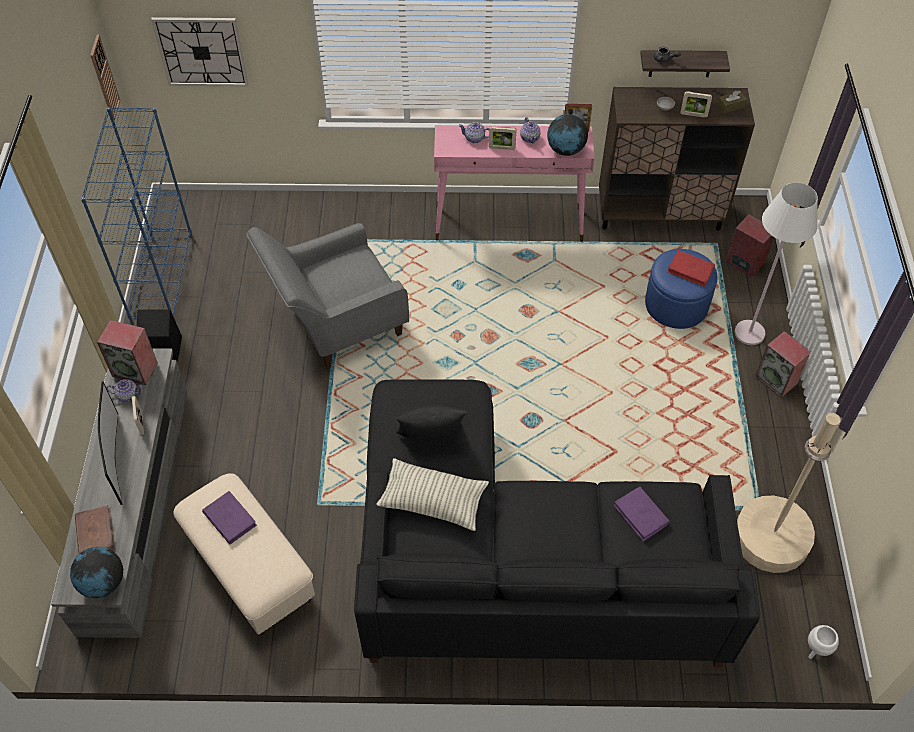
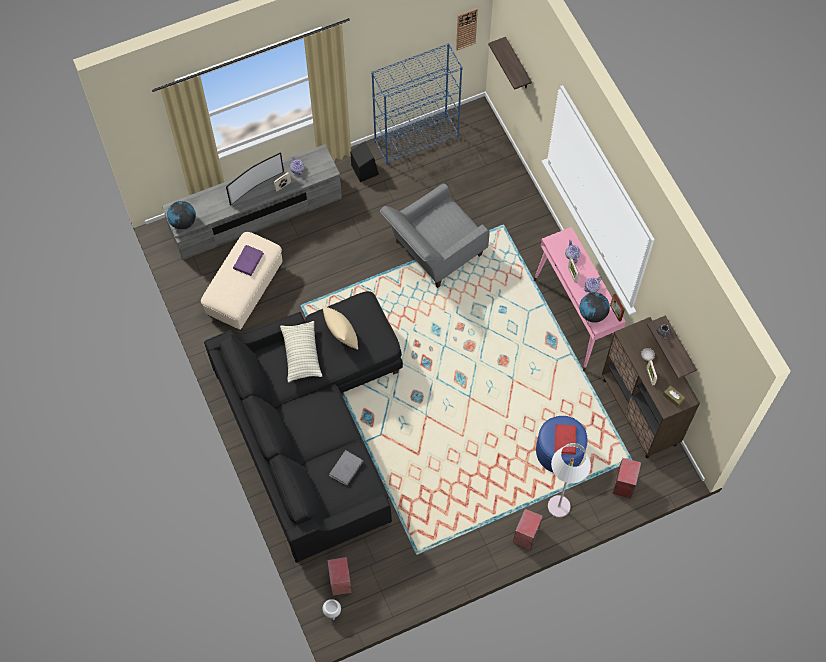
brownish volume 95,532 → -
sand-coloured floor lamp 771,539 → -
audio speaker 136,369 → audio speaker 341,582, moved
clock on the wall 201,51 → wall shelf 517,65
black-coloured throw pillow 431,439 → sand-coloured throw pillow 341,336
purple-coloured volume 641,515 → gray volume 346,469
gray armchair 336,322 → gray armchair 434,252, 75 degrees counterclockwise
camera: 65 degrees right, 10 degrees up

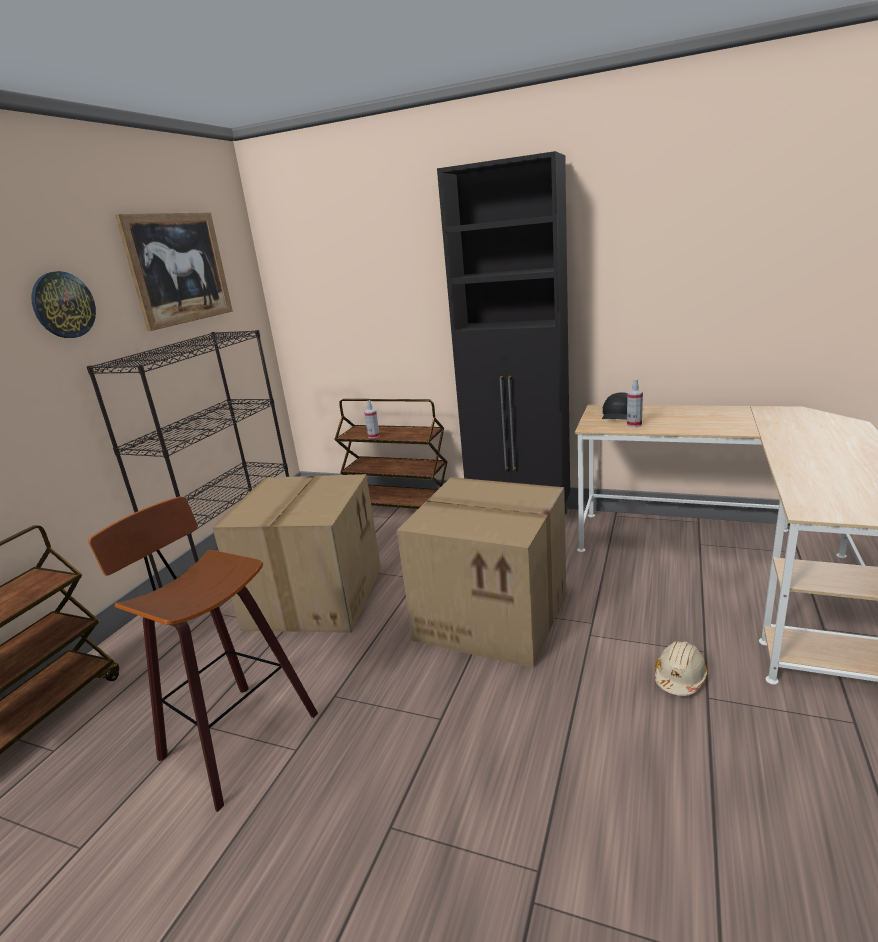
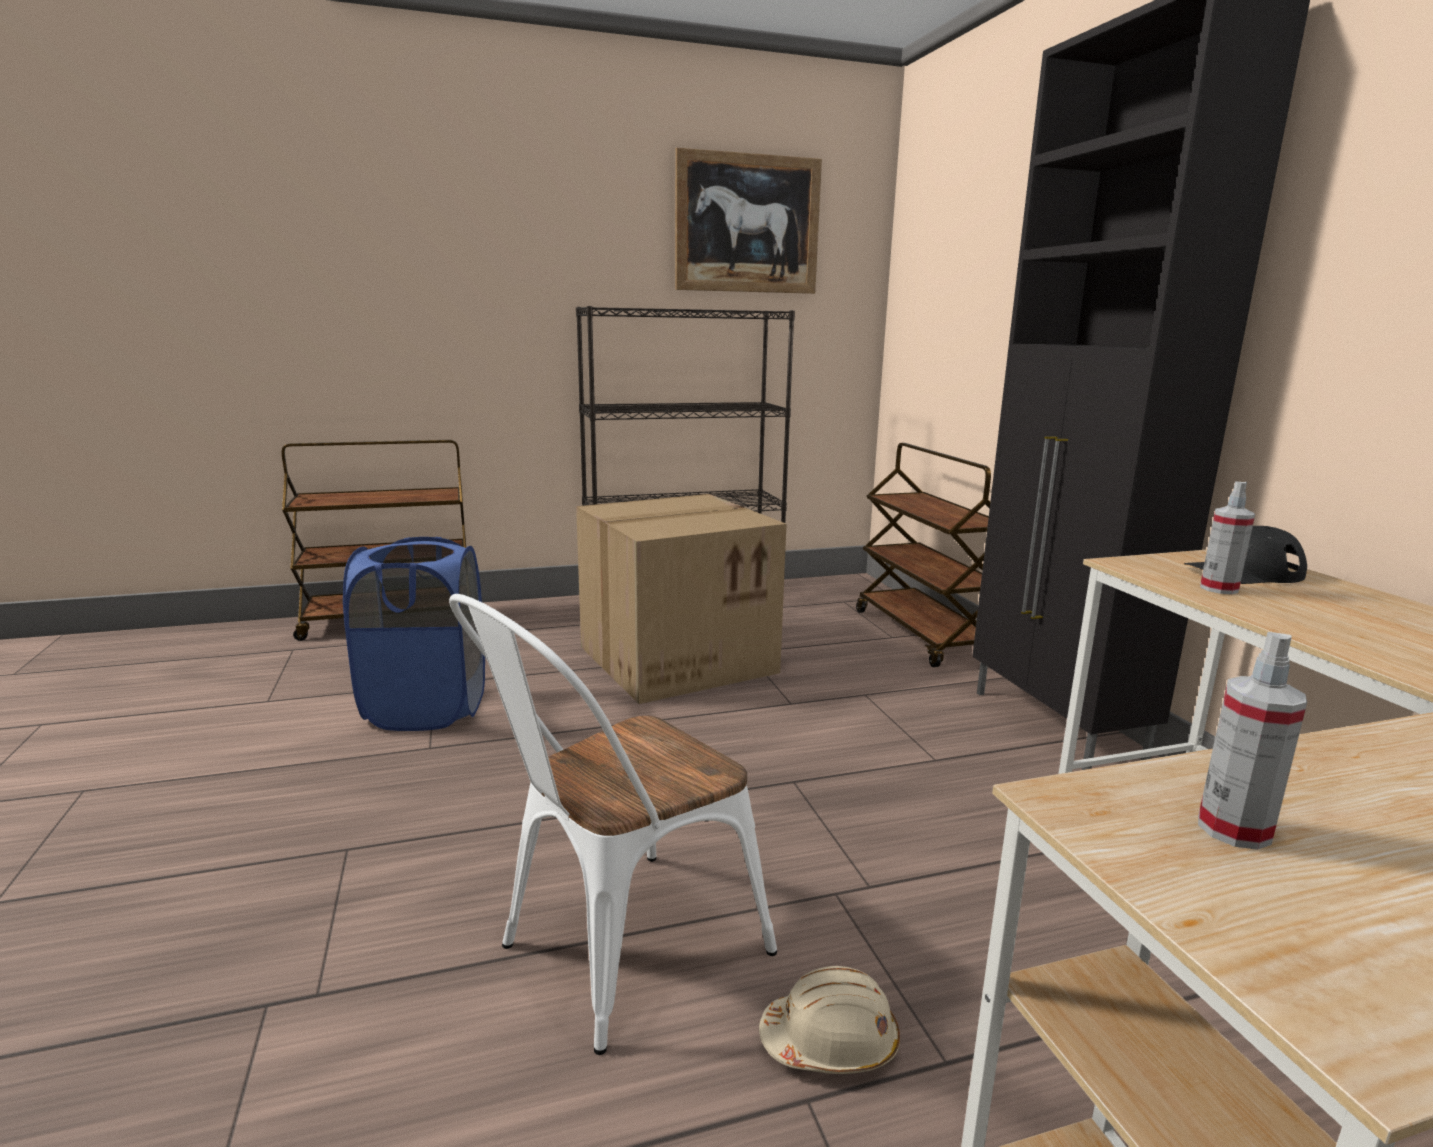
clock on the wall 63,305 → -
packing box 494,614 → -
- → whitish chair 616,954
spray bottle 374,436 → spray bottle 1233,829, moved
sitting stool 233,737 → blue-coloured washing basket 427,708
camera: 50 degrees right, 5 degrees down

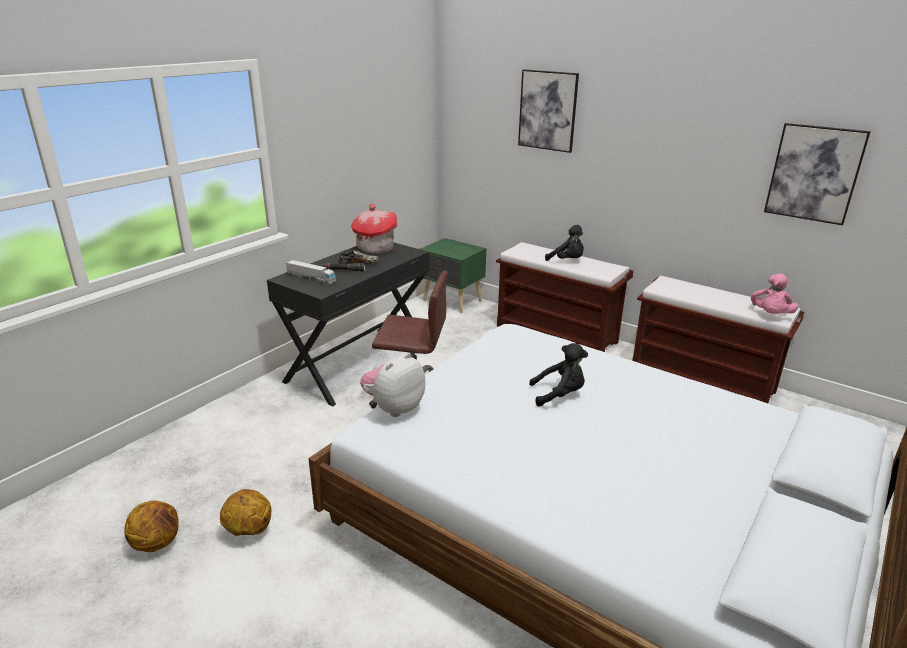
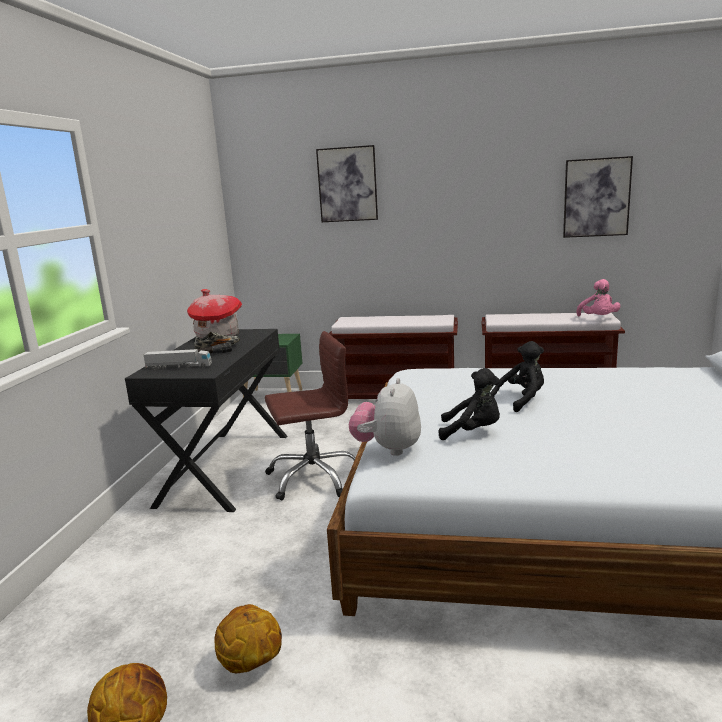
black-coloured plush toy 567,261 → black-coloured plush toy 472,432, moved
camera: 25 degrees left, 10 degrees down

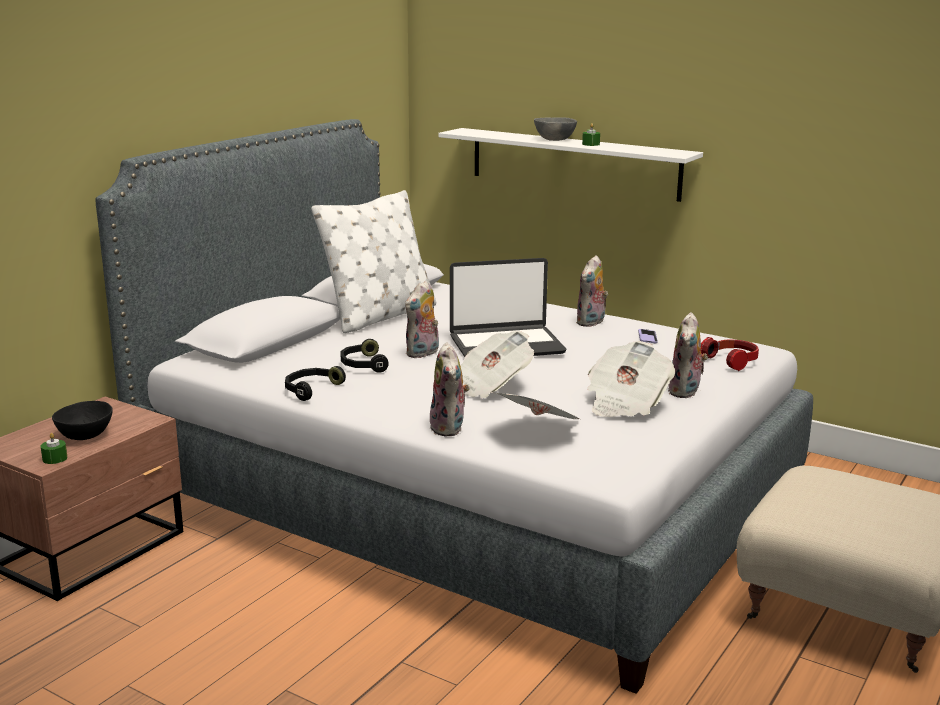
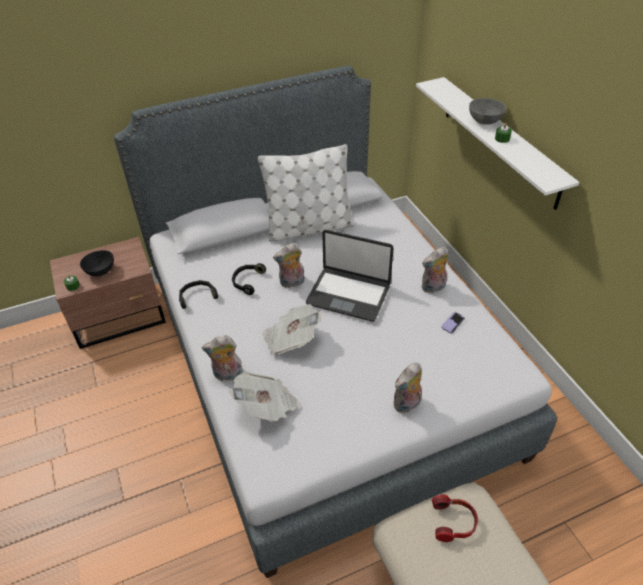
daily paper 625,403 → -
headset 732,361 → headset 454,522, moved
plush toy 450,428 → plush toy 227,375, 60 degrees clockwise
camera: 35 degrees right, 25 degrees up

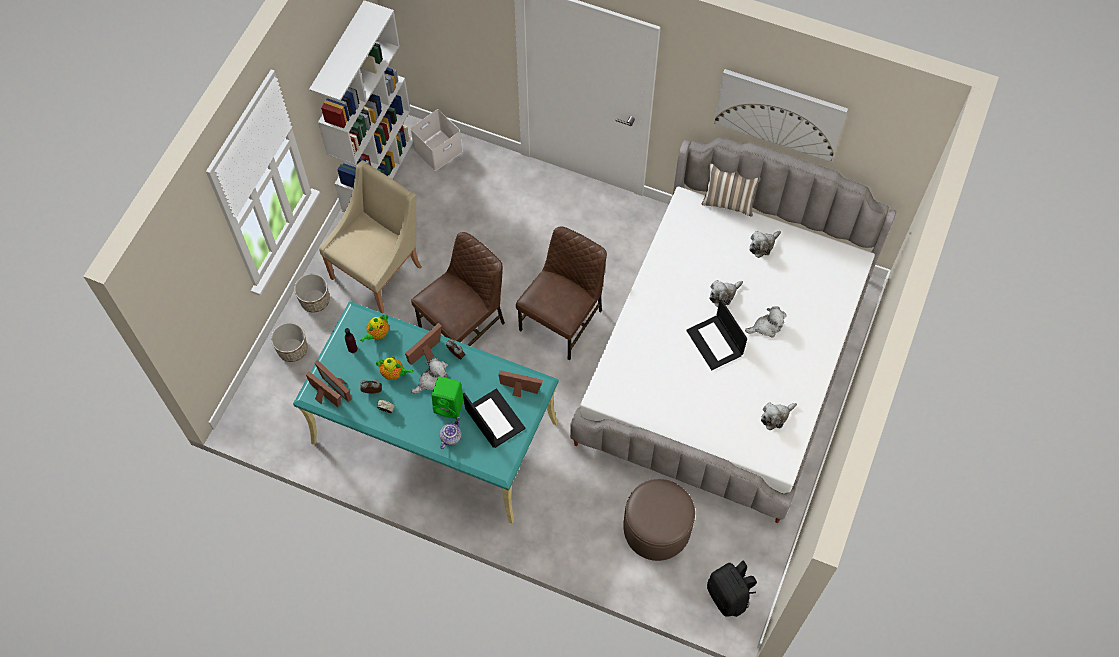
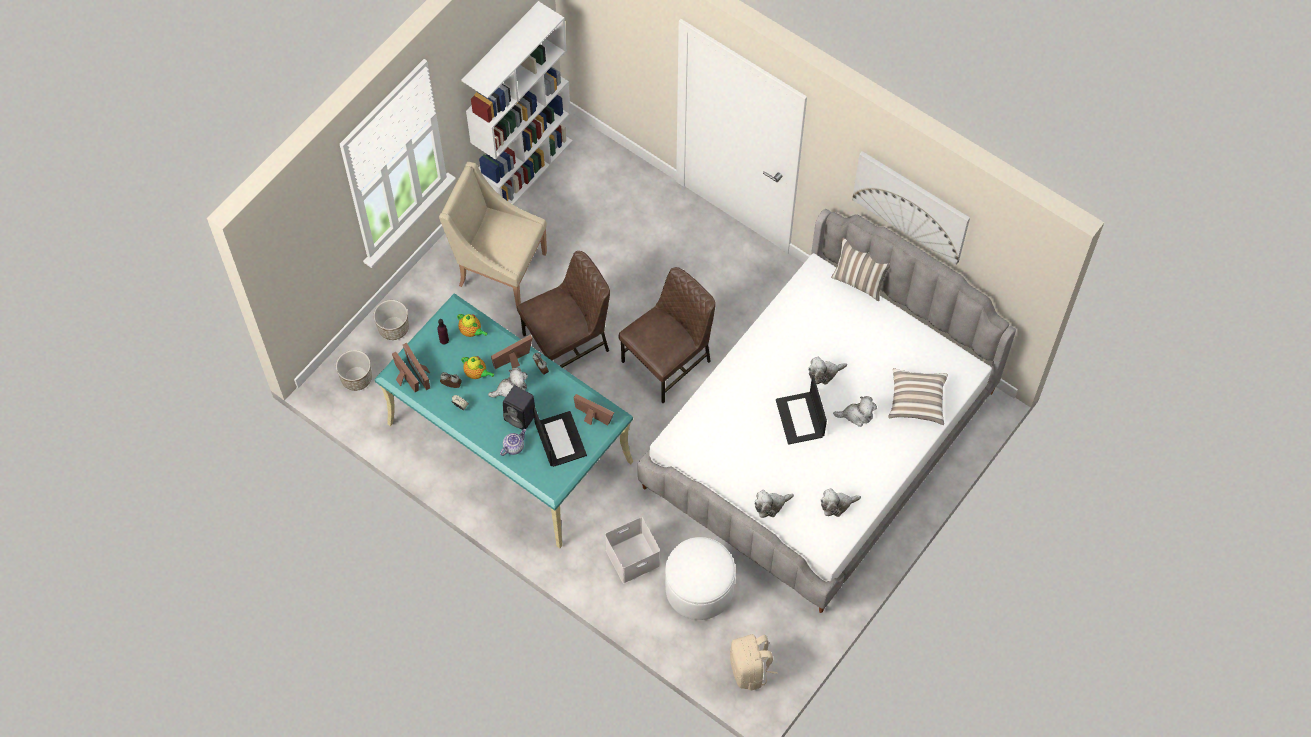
- → throw pillow 916,401
planter 315,301 → planter 356,378, moved
whitish storage container 437,151 → whitish storage container 632,559, moved
plush toy 763,245 → plush toy 770,505, moved
green audio speaker 450,406 → black-coloured audio speaker 521,417
brownish pouffe 656,528 → whitish pouffe 699,588
black-coloured knapsack 729,596 → sand-coloured knapsack 750,670
sand-coloured armchair 379,271 → sand-coloured armchair 499,269, 120 degrees counterclockwise
teapot 377,334 → teapot 471,331, 105 degrees counterclockwise
camera: 15 degrees right, 0 degrees up

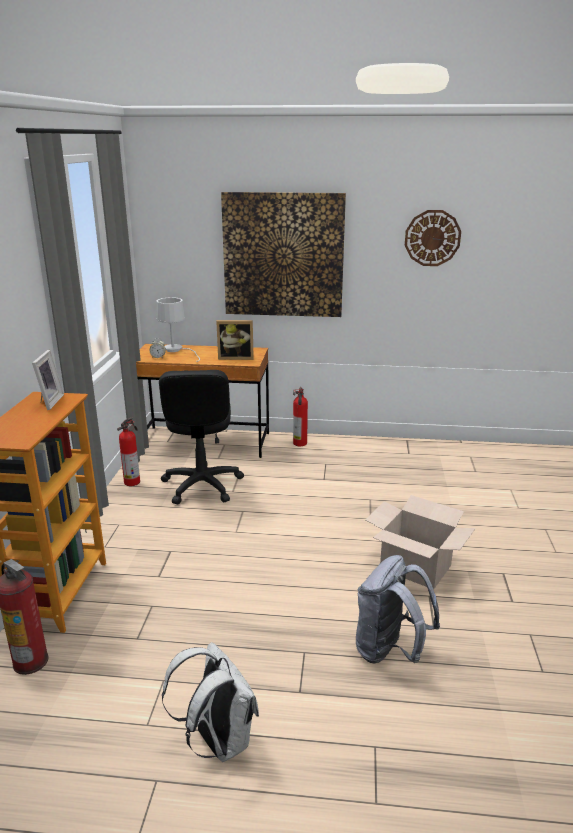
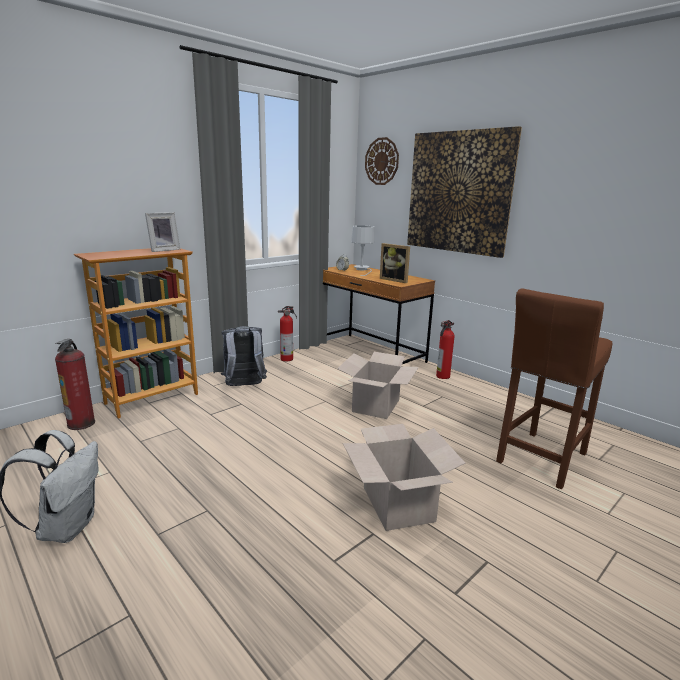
black-coloured computer chair 202,485 → -
- → packing box 375,405
- → brownish sitting stool 540,460
gray knapsack 389,651 → gray knapsack 244,386, moved
clock on the wall 432,238 → clock on the wall 382,161, moved
camera: 40 degrees right, 5 degrees down

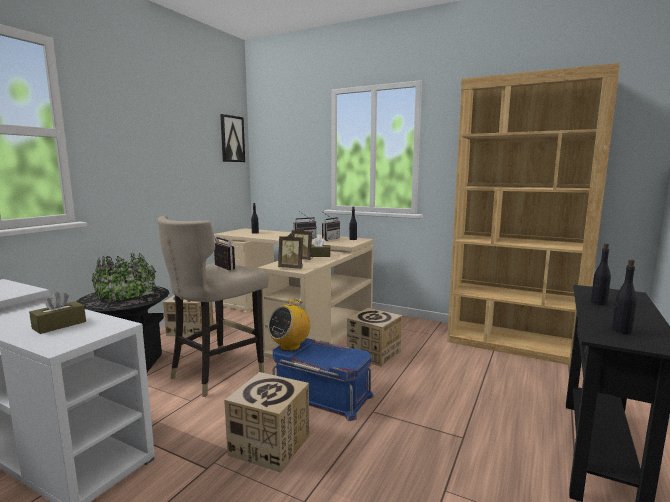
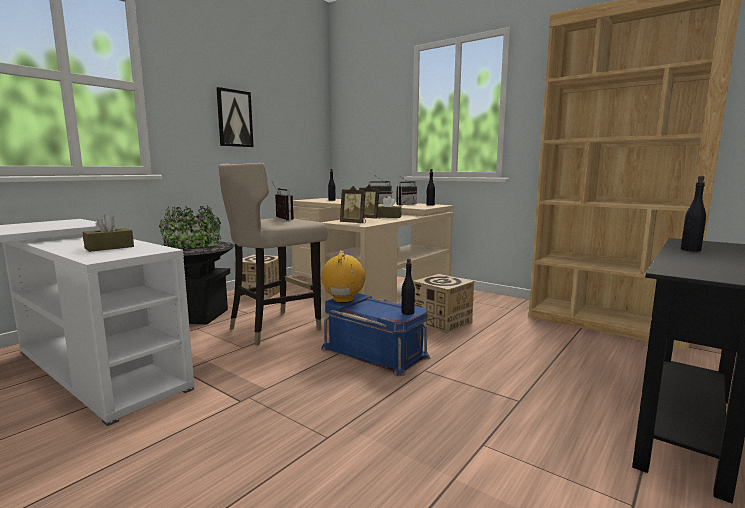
packing box 270,444 → -
picture 232,139 → picture 234,118, moved
black-coloured beverage bottle 621,331 → black-coloured beverage bottle 407,313, moved
radio receiver 290,346 → radio receiver 343,299, 135 degrees clockwise
camera: 10 degrees right, 0 degrees up

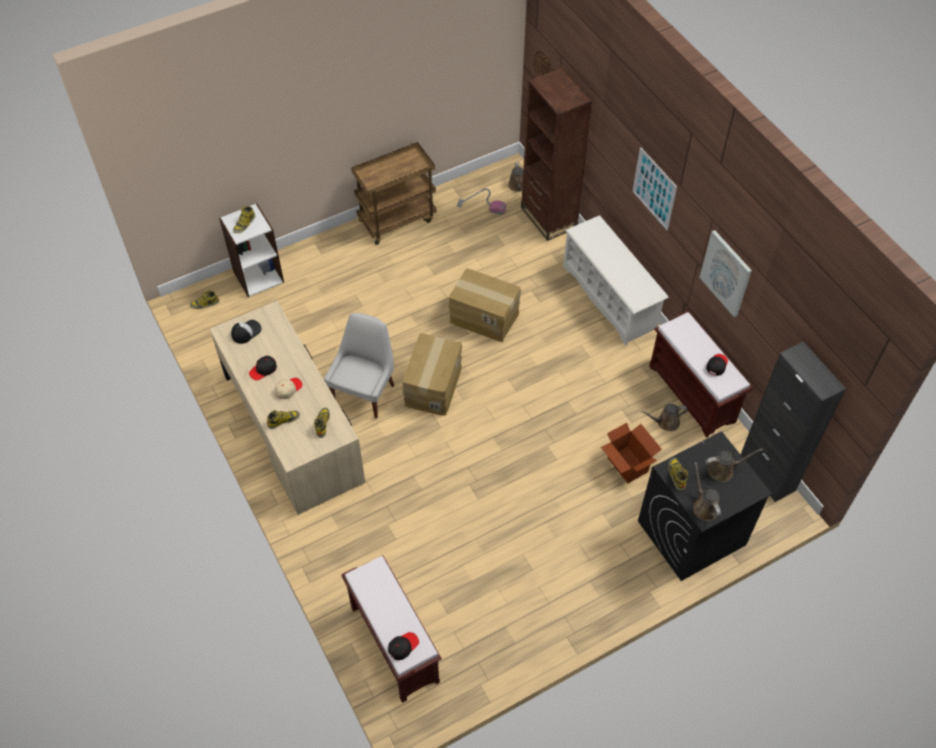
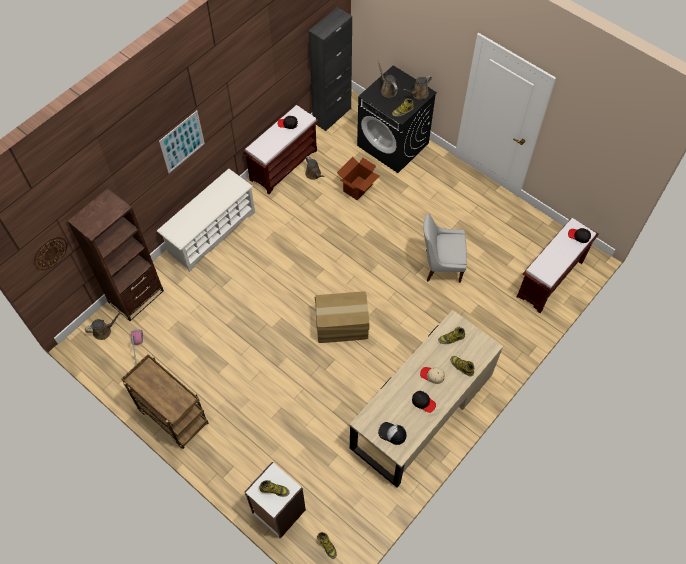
packing box 484,317 → -
picture 726,273 → -
whitish chair 365,392 → whitish chair 440,266, moved
camera: 110 degrees left, 5 degrees up

